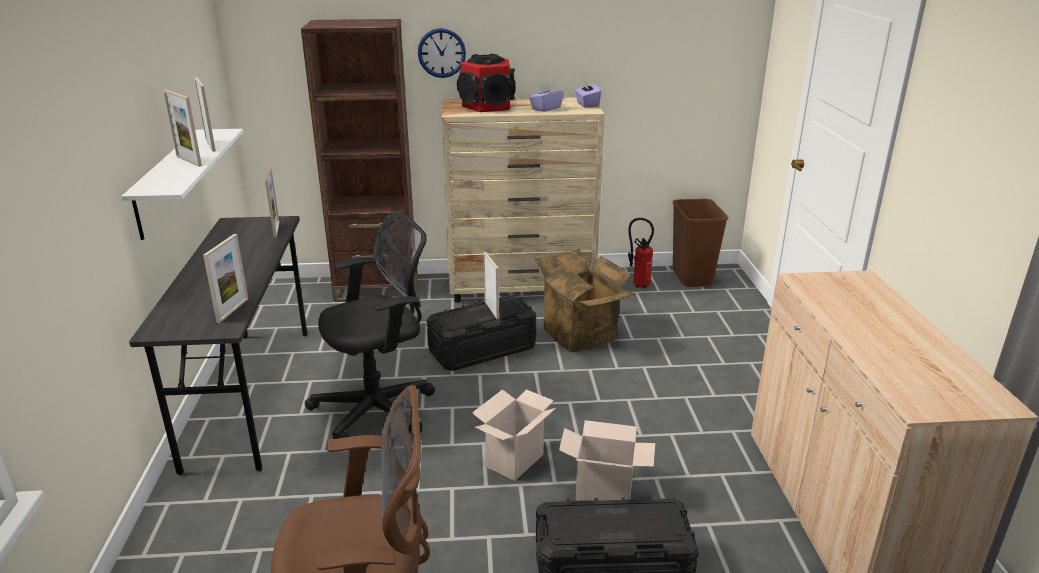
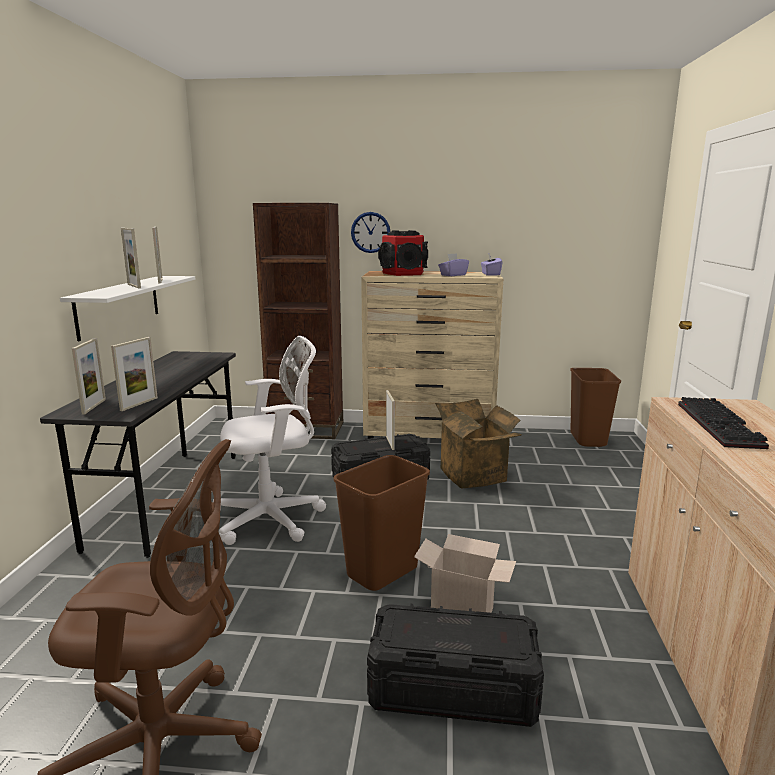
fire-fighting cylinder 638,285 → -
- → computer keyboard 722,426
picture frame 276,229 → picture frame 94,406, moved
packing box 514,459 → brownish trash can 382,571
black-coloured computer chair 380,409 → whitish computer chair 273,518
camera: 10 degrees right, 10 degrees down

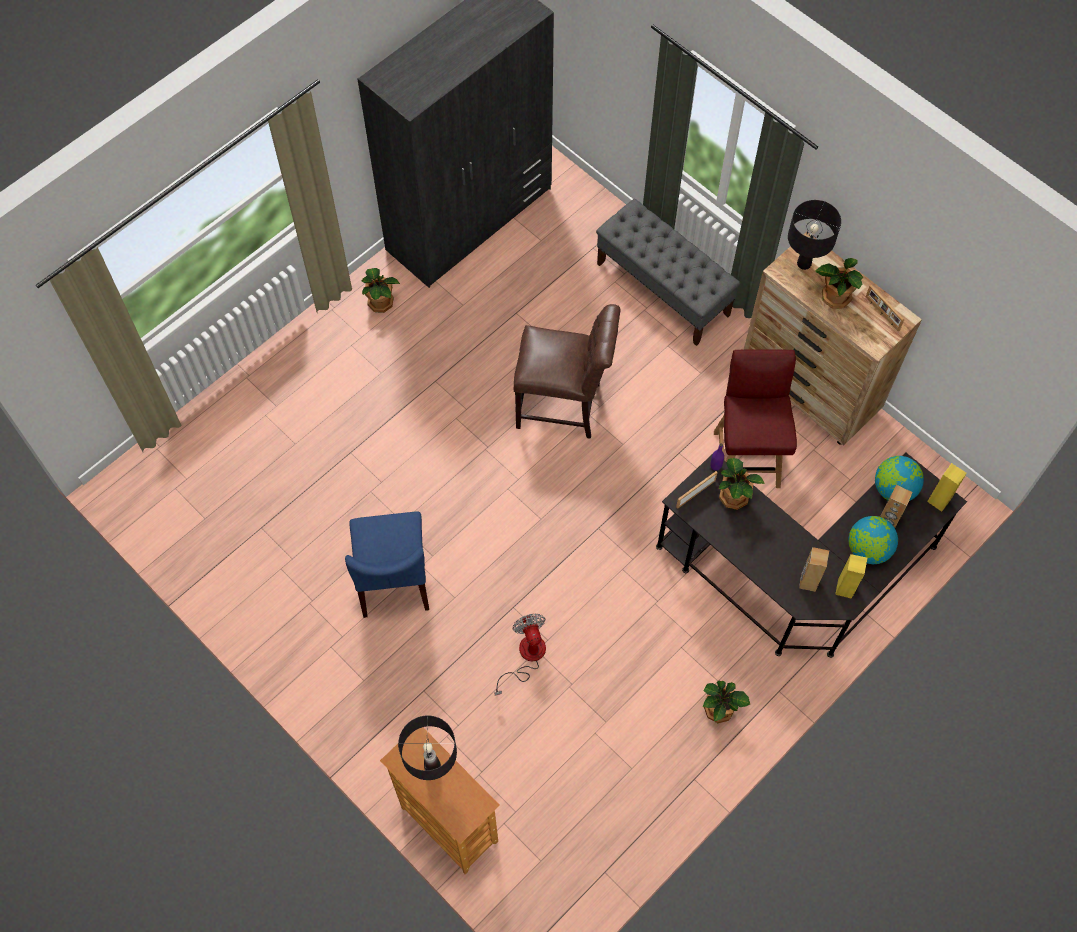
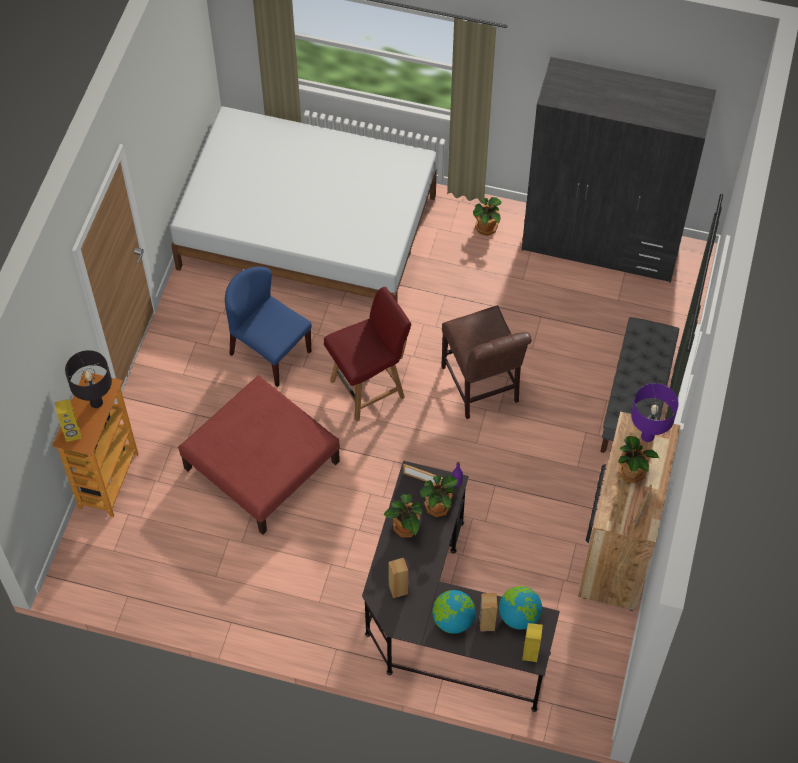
- → whitish sleeping bed 308,231
houseplant 719,710 → houseplant 405,528, moved
red chair 746,457 → red chair 369,388, moved
yellow-coloured audio speaker 845,588 → yellow-coloured audio speaker 72,434, moved
electric fan 526,657 → red pouffe 261,465
black-coloured tabletop lamp 804,264 → purple-coloured tabletop lamp 647,436
blue-coloured chair 394,579 → blue-coloured chair 269,352, 75 degrees clockwise
camera: 60 degrees right, 5 degrees down

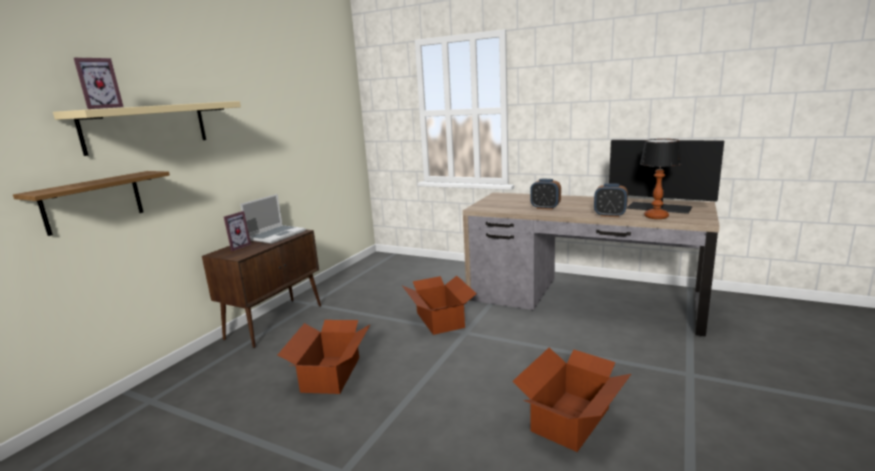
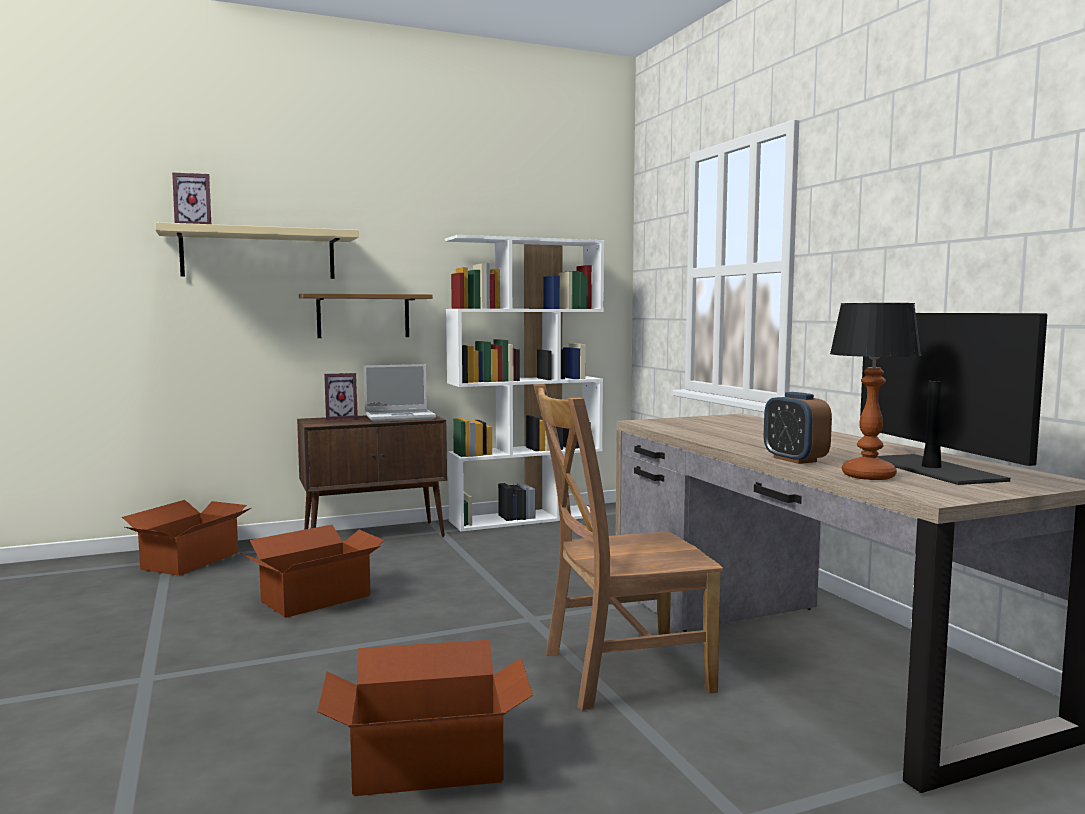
bedside clock 545,208 → -
- → whitish bookshelf 526,518
- → brownish chair 619,672
wall shelf 93,202 → wall shelf 363,316, moved
packing box 440,319 → packing box 192,561, moved
camera: 40 degrees right, 10 degrees down

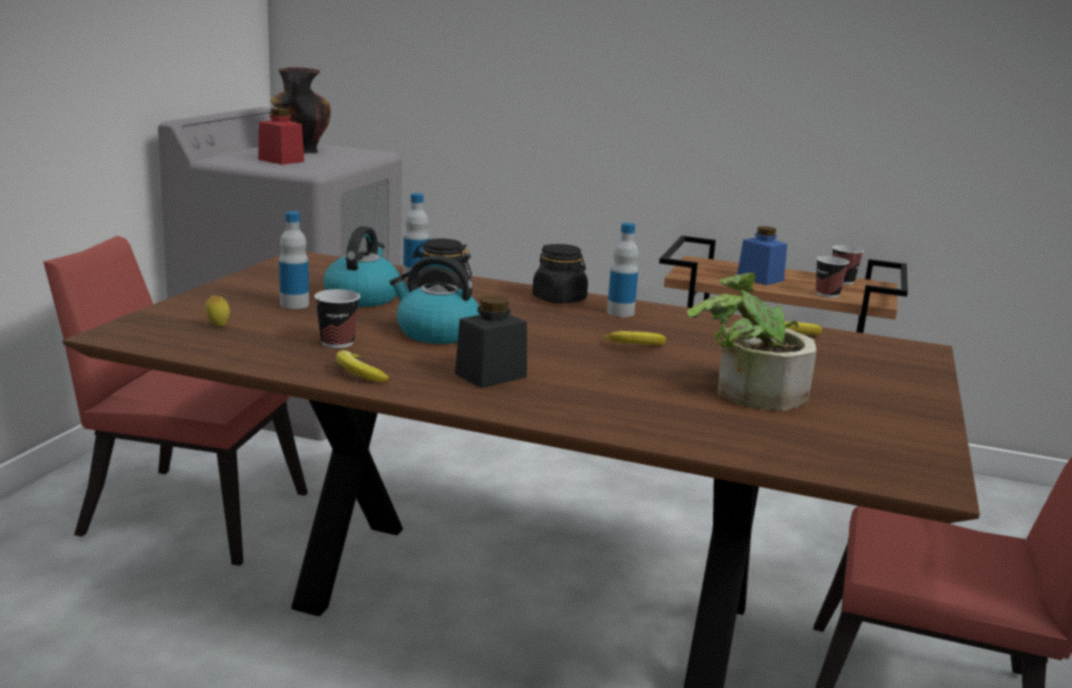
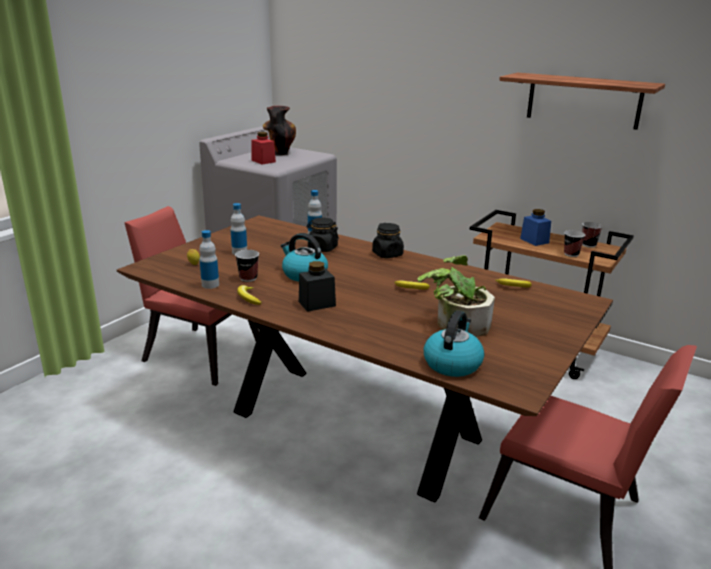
- → wall shelf 583,100
water kettle 362,297 → water kettle 452,363, moved
beverage bottle 620,313 → beverage bottle 210,285, moved
camera: 15 degrees right, 5 degrees up

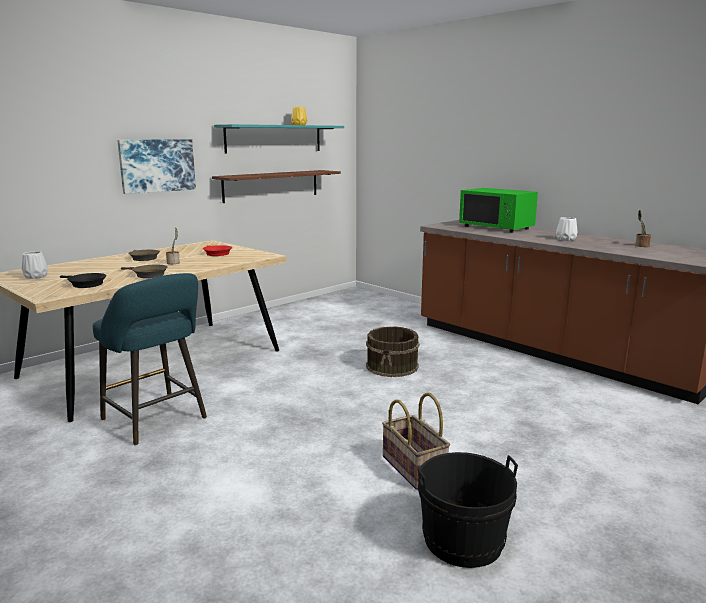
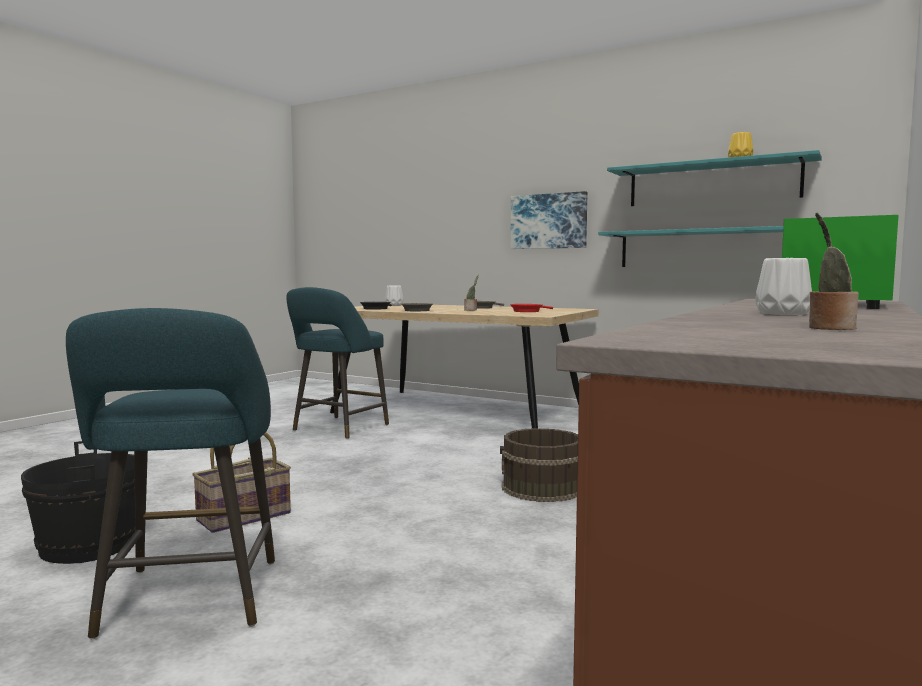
- → turquoise-coloured sitting stool 188,602
brownish wall shelf 271,185 → turquoise-coloured wall shelf 701,248
camera: 75 degrees right, 10 degrees down

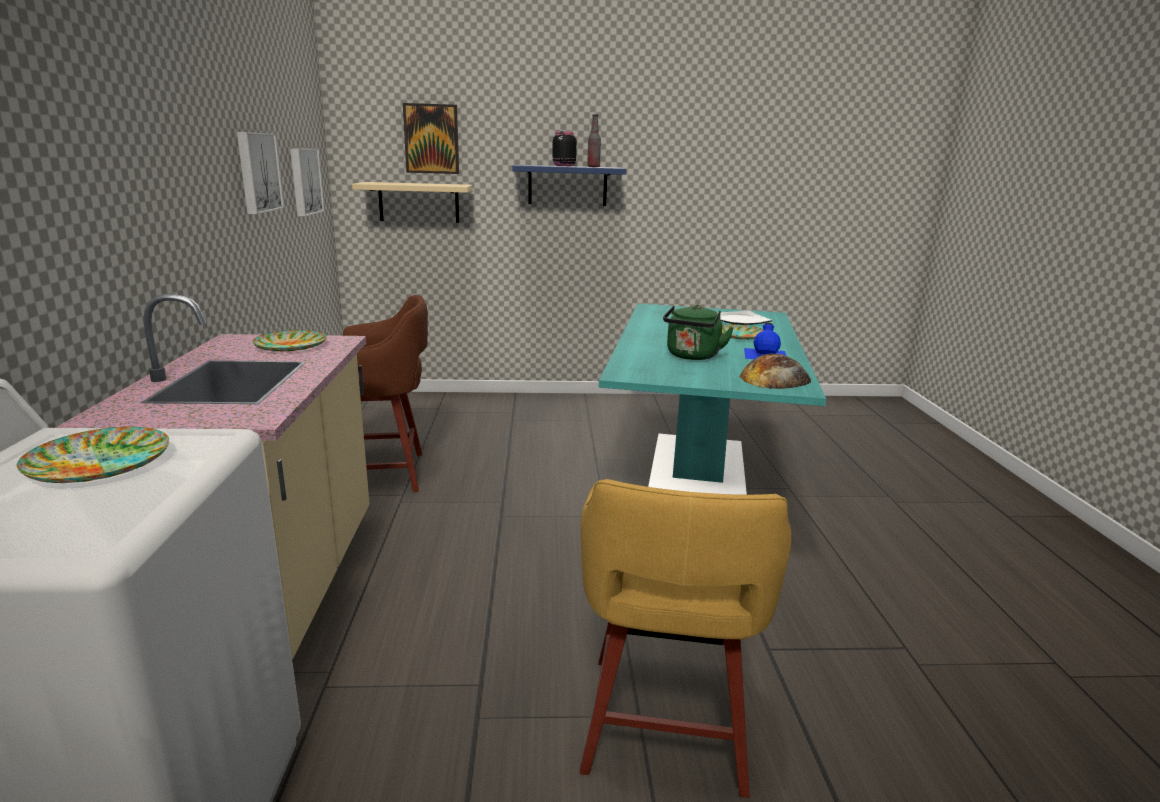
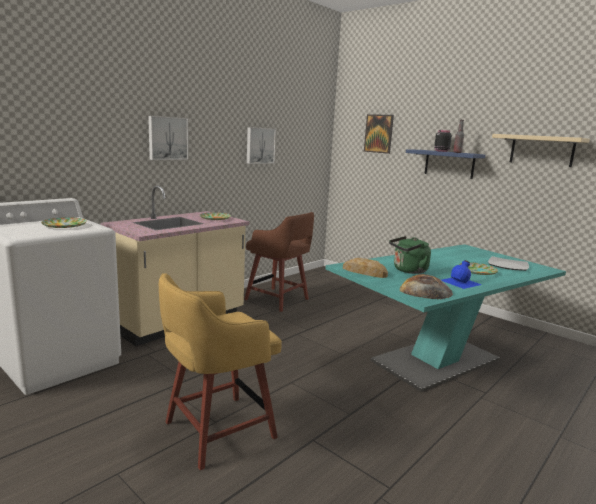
- → bakery bread 364,272
picture 304,181 → picture 167,138, moved
sand-coloured wall shelf 419,202 → sand-coloured wall shelf 542,150, moved
camera: 45 degrees right, 5 degrees down

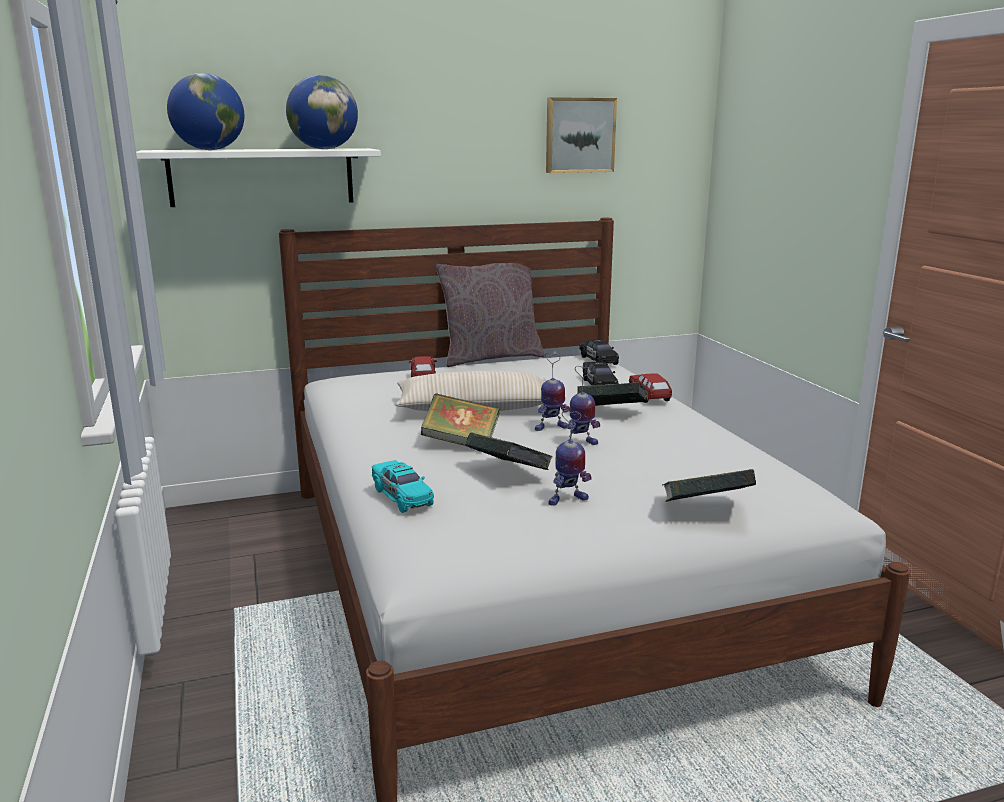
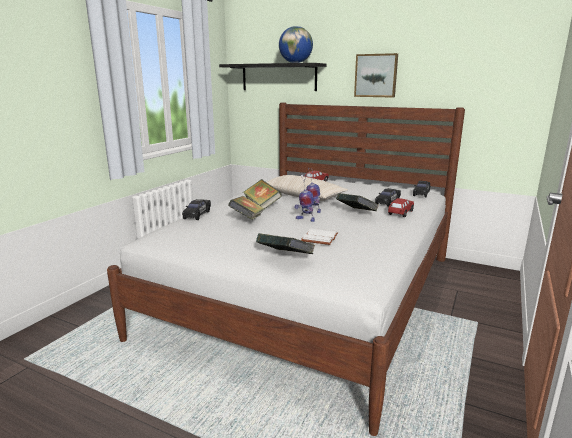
world globe 210,150 → -
gray throw pillow 490,357 → -
toy robot 567,500 → -
- → whitish volume 319,237
picture 579,135 → picture 376,75, moved
whitish wall shelf 262,177 → black-coloured wall shelf 278,77
turquoise-coloured toy car 402,497 → black-coloured toy car 197,215
camera: 45 degrees right, 0 degrees up

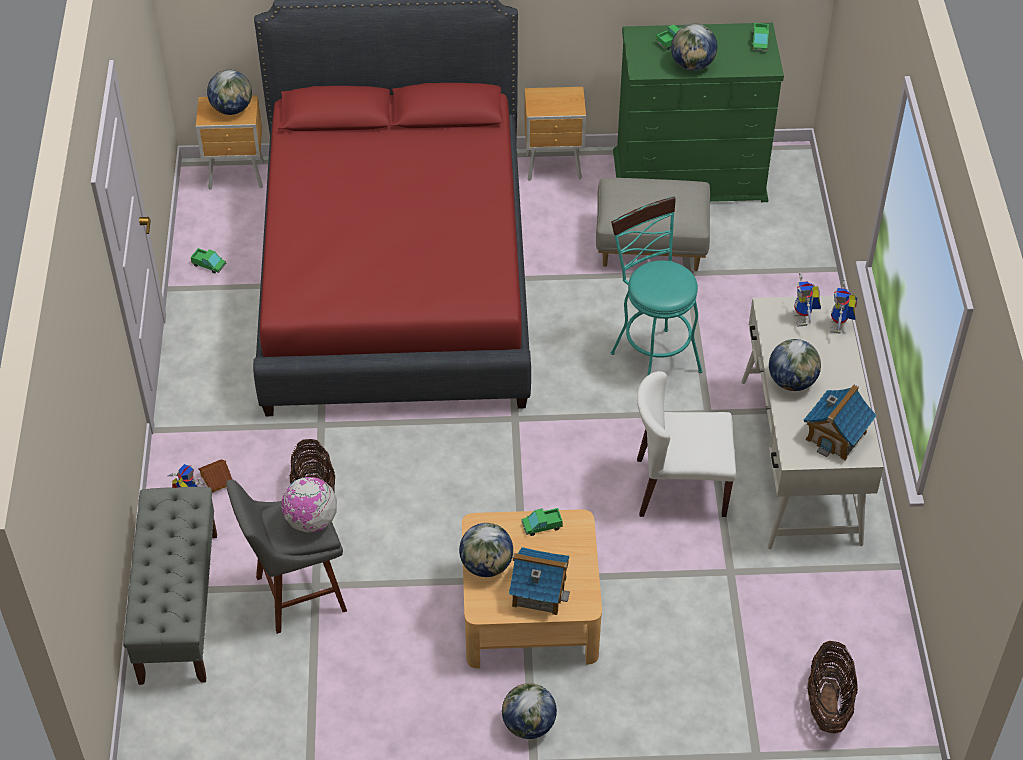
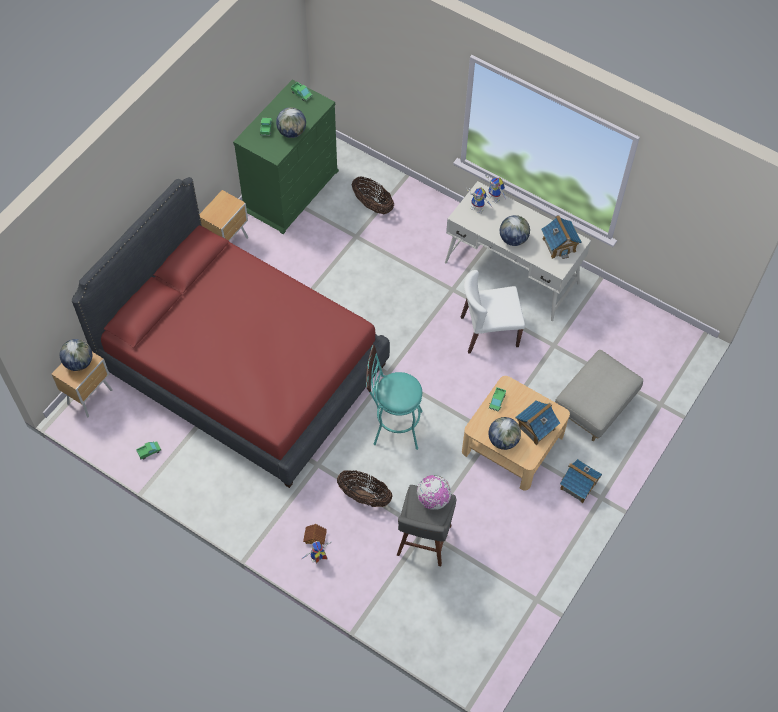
gray indoor bench 179,606 → -
gray pouffe 651,246 → gray pouffe 594,406, moved
turquoise-coloured sitting stool 651,357 → turquoise-coloured sitting stool 392,427, moved
household basket 828,703 → household basket 372,205, moved
world globe 528,725 → toy house 578,486
whitish chair 680,487 → whitish chair 488,332, 45 degrees clockwise
camera: 55 degrees left, 10 degrees up

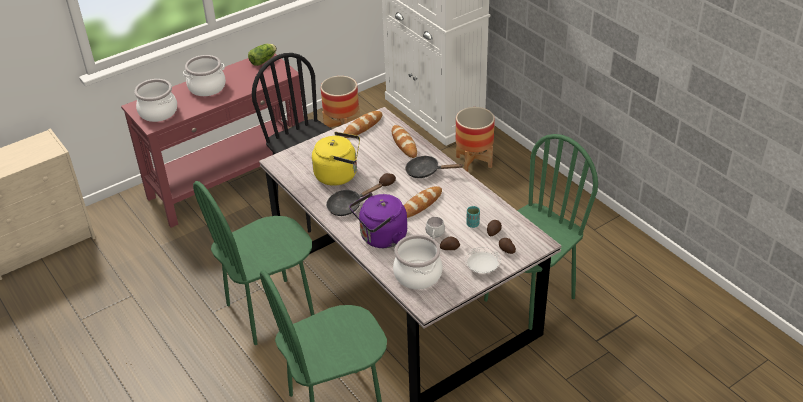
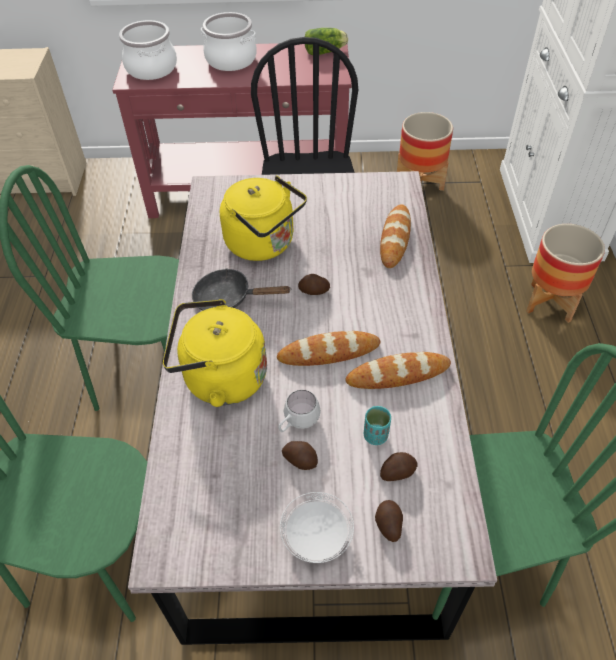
saucepot 417,275 → -
black-coloured pan 426,171 → -
bakery bread 363,126 → bakery bread 398,374, moved
purple-coloured water kettle 381,238 → yellow-coloured water kettle 220,378
camera: 35 degrees right, 10 degrees up

